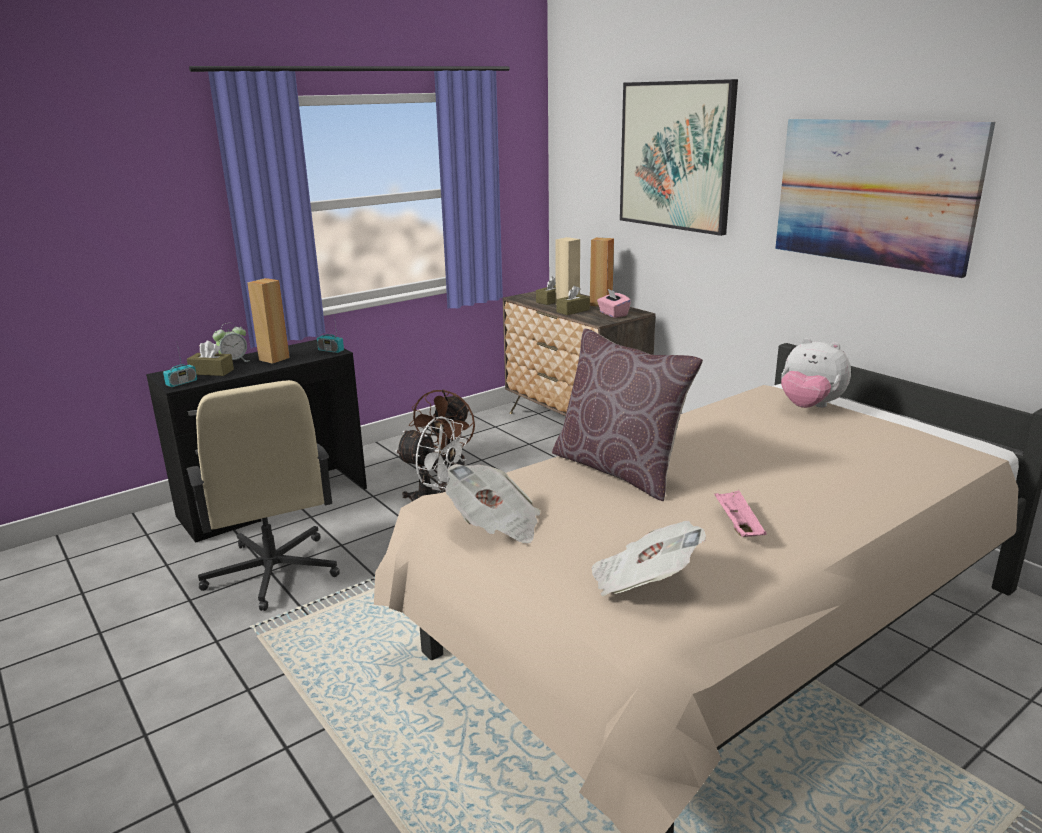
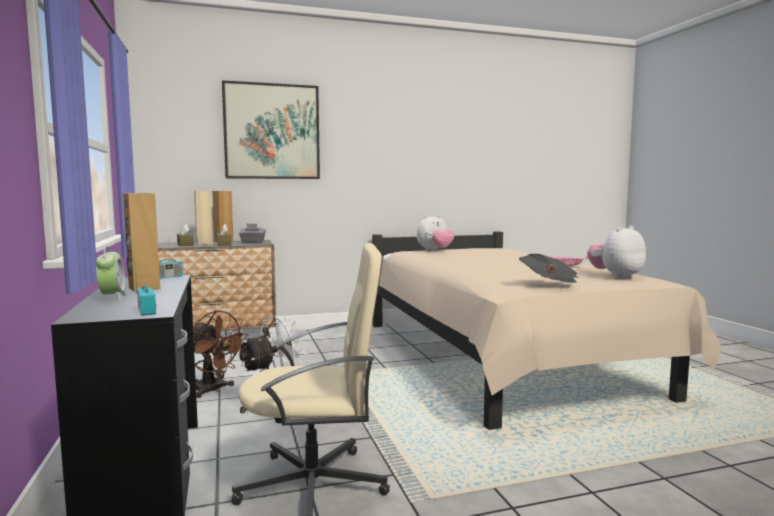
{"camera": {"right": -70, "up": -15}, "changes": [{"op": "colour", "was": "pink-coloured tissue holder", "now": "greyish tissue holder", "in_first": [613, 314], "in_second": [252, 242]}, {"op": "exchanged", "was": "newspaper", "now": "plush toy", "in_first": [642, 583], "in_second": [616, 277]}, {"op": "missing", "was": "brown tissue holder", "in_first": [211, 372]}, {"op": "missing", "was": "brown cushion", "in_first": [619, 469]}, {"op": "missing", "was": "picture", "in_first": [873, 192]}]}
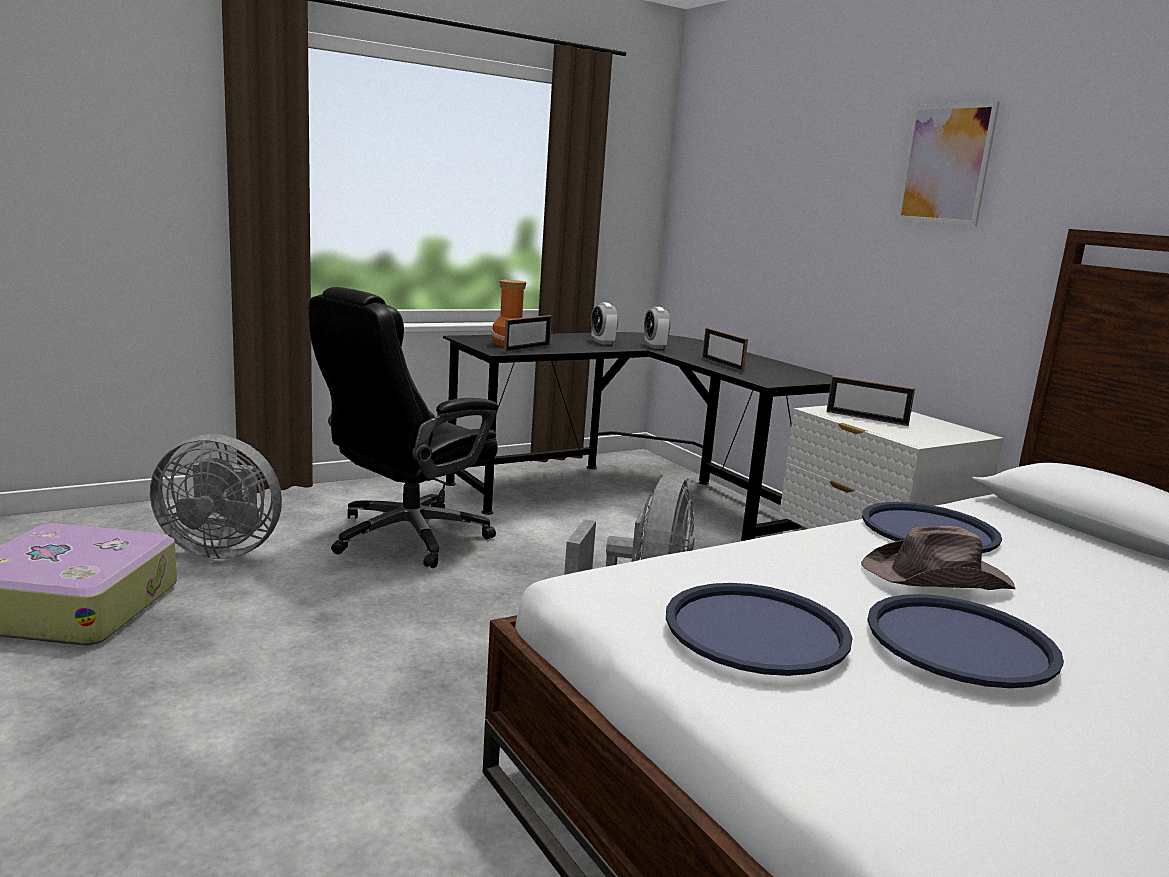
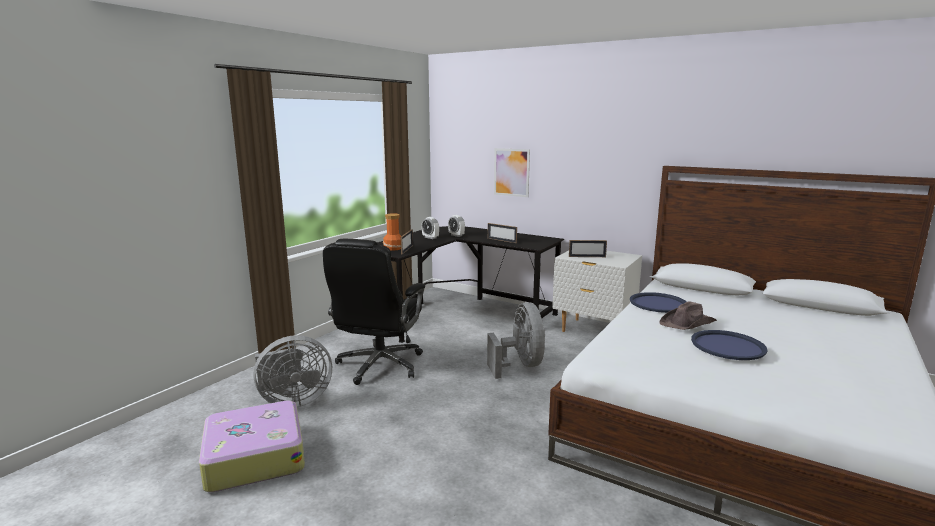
{"camera": {"right": -25, "up": 0}, "changes": [{"op": "relocated", "was": "picture", "in_first": [945, 164], "in_second": [511, 172]}, {"op": "missing", "was": "blue-coloured serving tray", "in_first": [756, 630]}]}
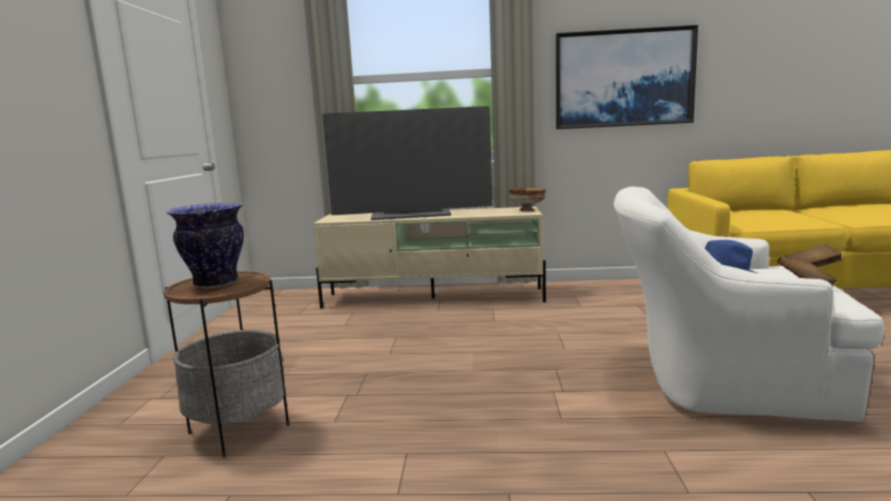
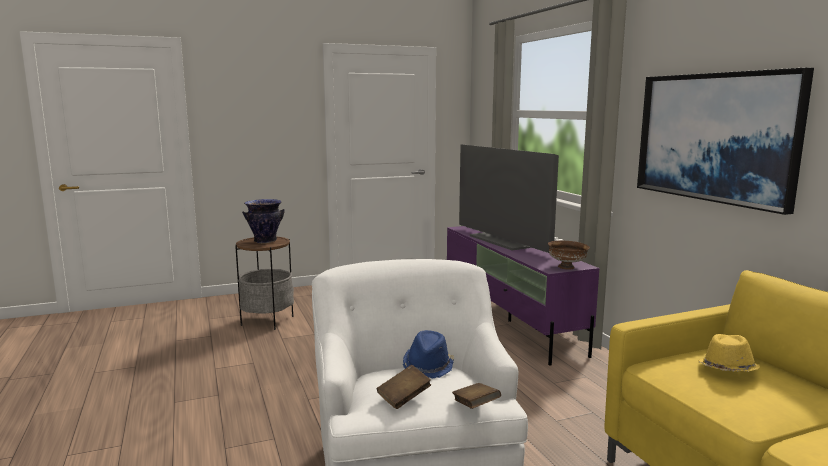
{"camera": {"right": 65, "up": 0}, "changes": [{"op": "colour", "was": "beige-coloured tv stand", "now": "purple tv stand", "in_first": [434, 298], "in_second": [509, 321]}, {"op": "appeared", "now": "yellowish hat", "in_second": [727, 370]}]}
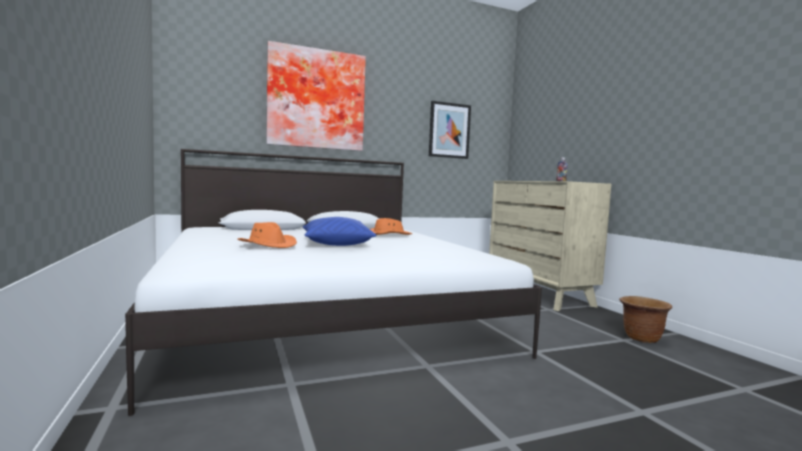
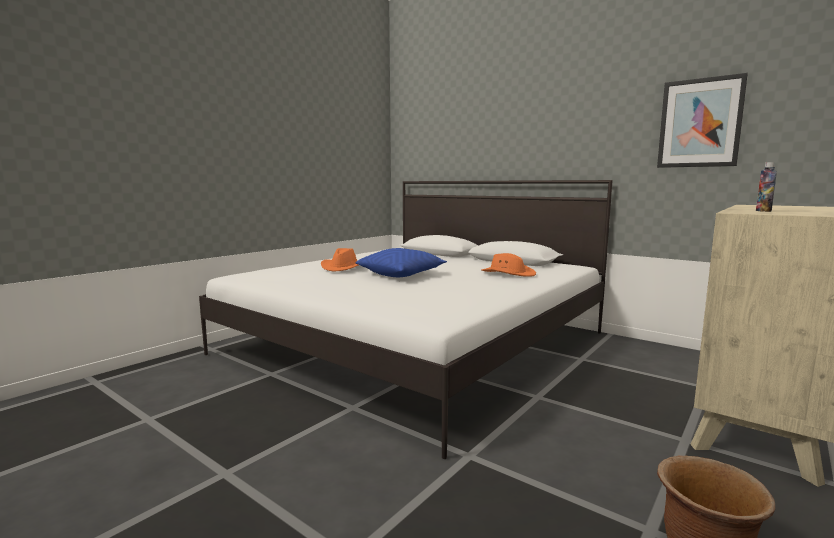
{"camera": {"right": 60, "up": 5}, "changes": [{"op": "missing", "was": "picture", "in_first": [316, 99]}]}
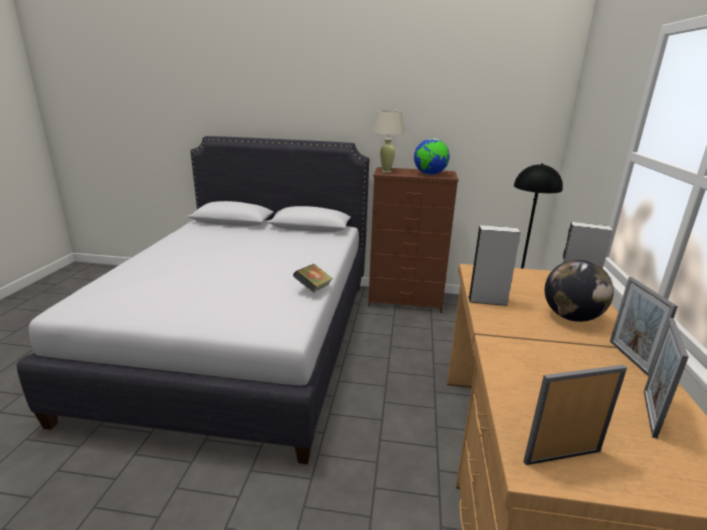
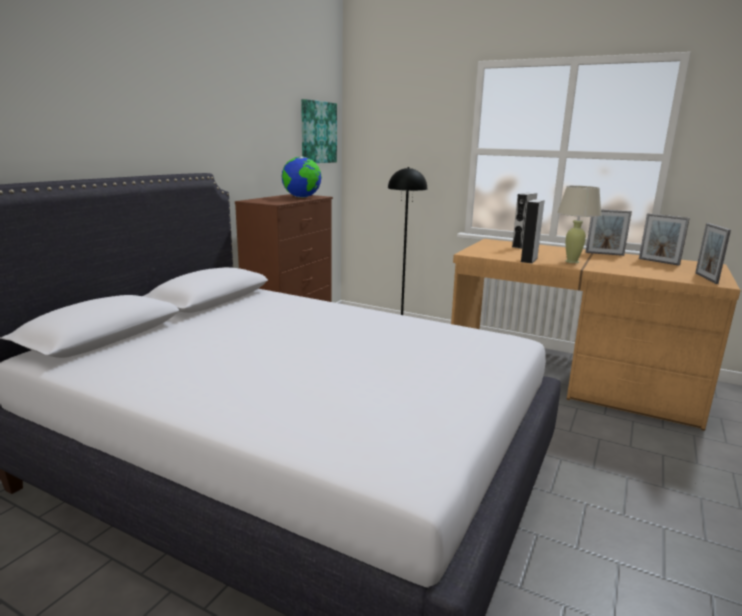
{"camera": {"right": -70, "up": -5}, "changes": [{"op": "appeared", "now": "picture", "in_second": [318, 132]}, {"op": "relocated", "was": "beige-coloured tabletop lamp", "in_first": [386, 171], "in_second": [572, 261]}, {"op": "missing", "was": "volume", "in_first": [313, 289]}, {"op": "missing", "was": "world globe", "in_first": [571, 317]}]}
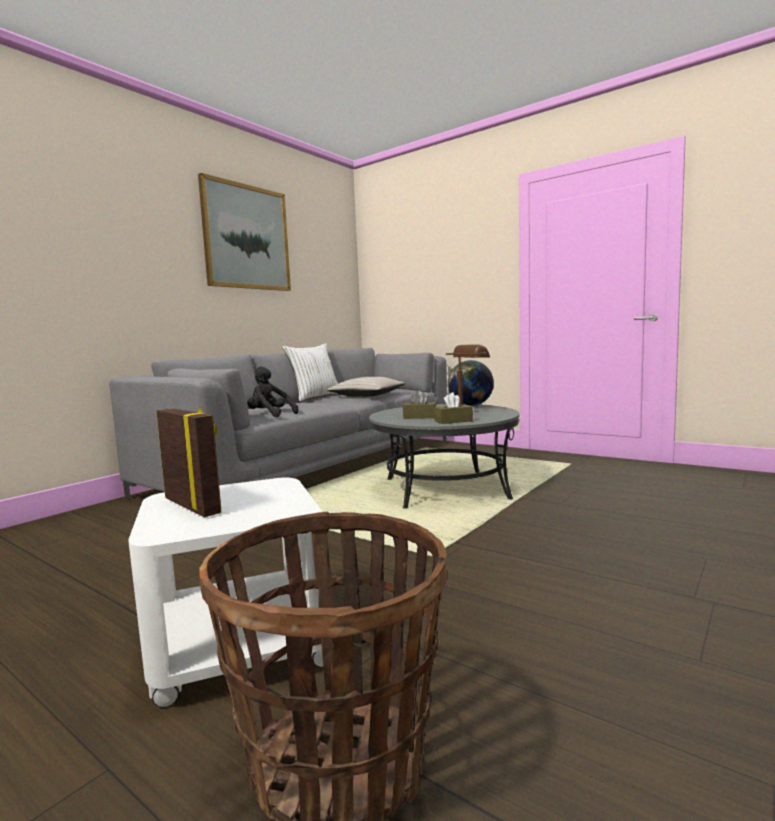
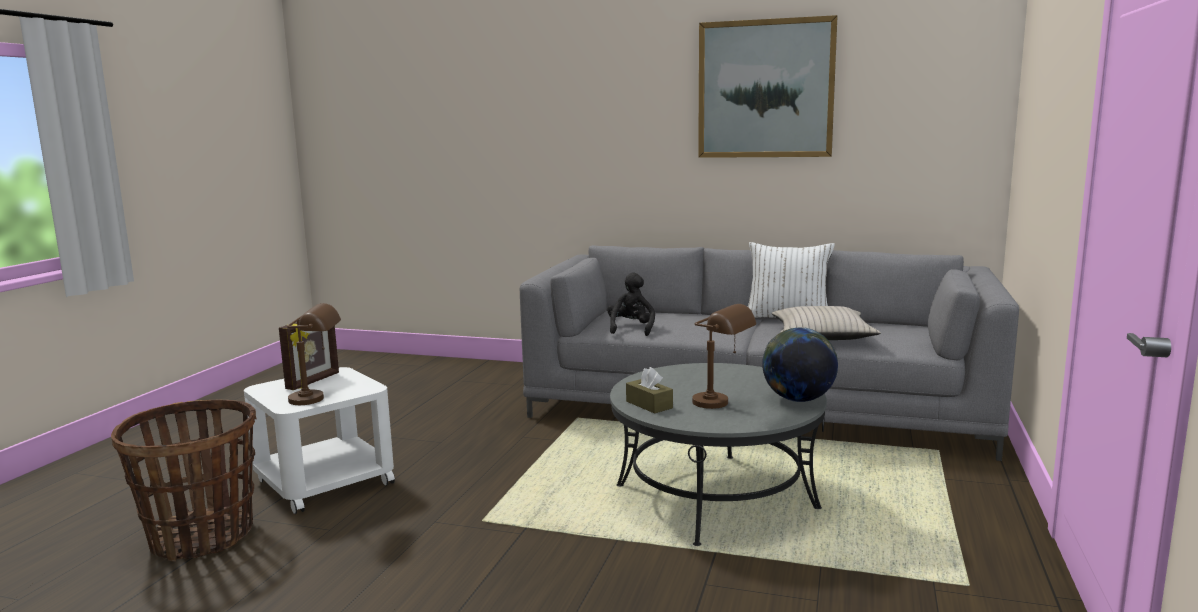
{"camera": {"right": 70, "up": 5}, "changes": [{"op": "appeared", "now": "brown tabletop lamp", "in_second": [318, 399]}, {"op": "missing", "was": "brown tissue holder", "in_first": [419, 417]}]}
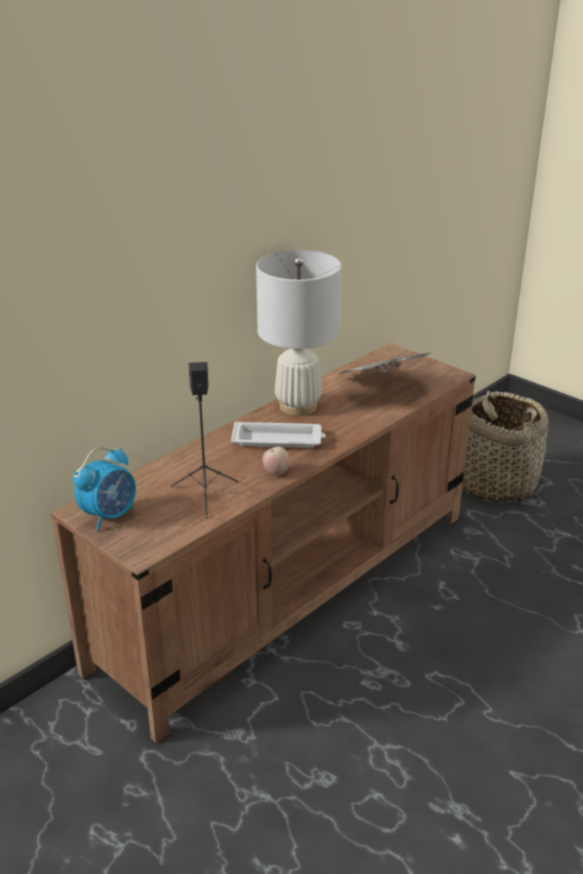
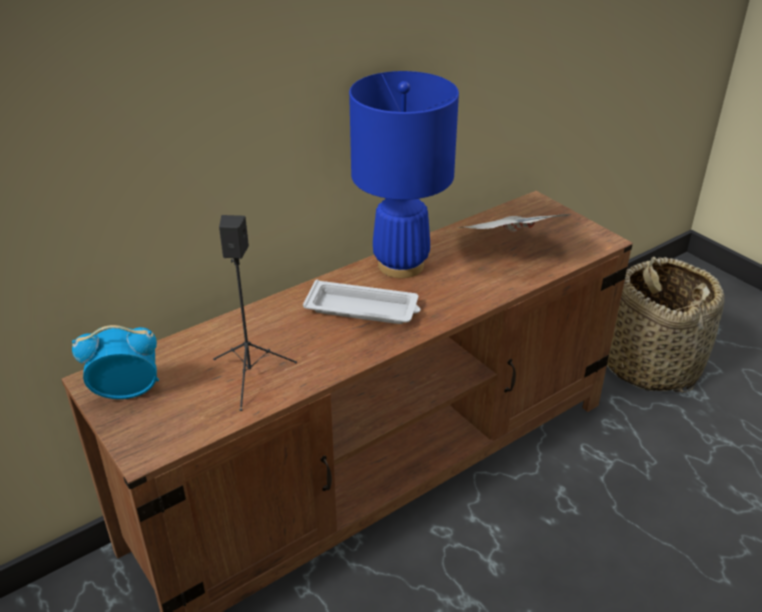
{"camera": {"right": 10, "up": 5}, "changes": [{"op": "spun", "was": "table clock", "in_first": [110, 515], "in_second": [127, 392], "clockwise": -150}, {"op": "colour", "was": "white tabletop lamp", "now": "blue-coloured tabletop lamp", "in_first": [297, 406], "in_second": [400, 265]}, {"op": "missing", "was": "apple fruit", "in_first": [276, 472]}]}
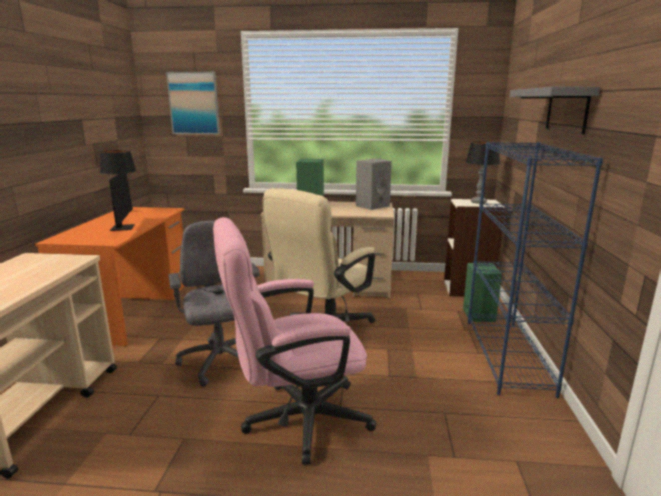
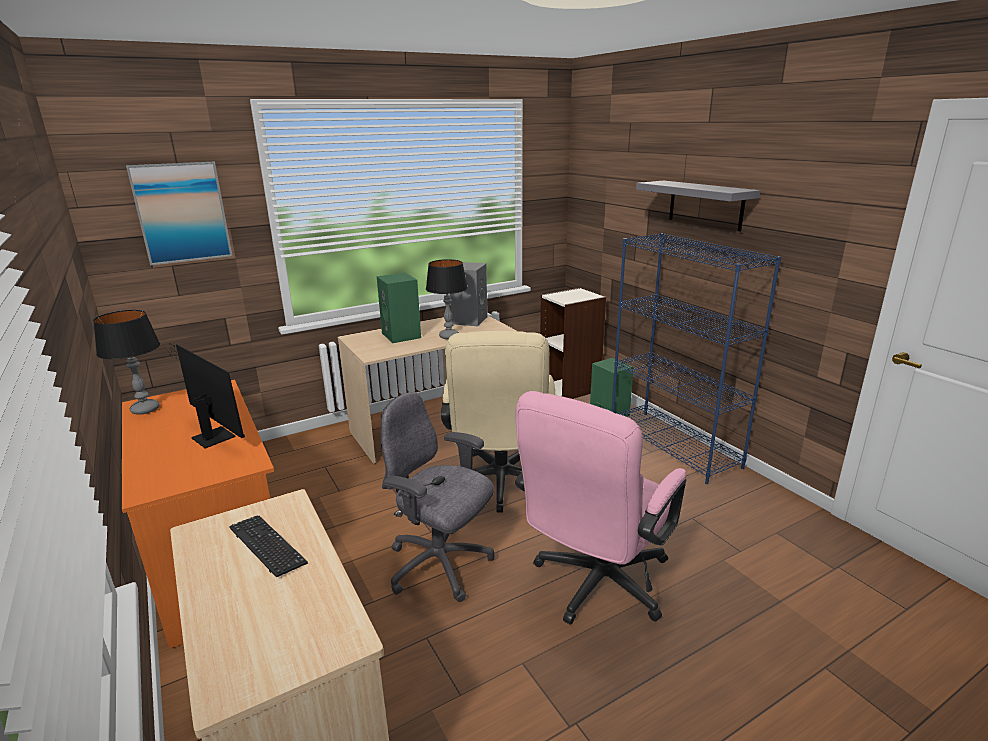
{"camera": {"right": -35, "up": 5}, "changes": [{"op": "appeared", "now": "computer keyboard", "in_second": [267, 546]}, {"op": "relocated", "was": "tabletop lamp", "in_first": [478, 202], "in_second": [449, 336]}]}
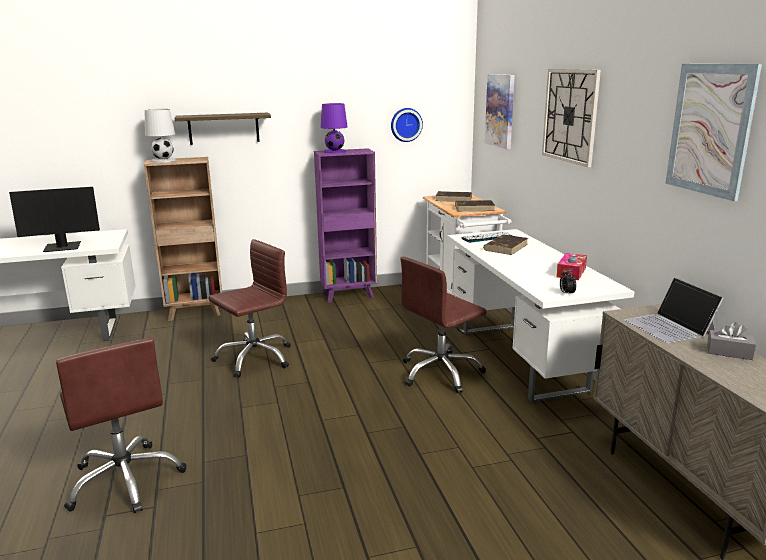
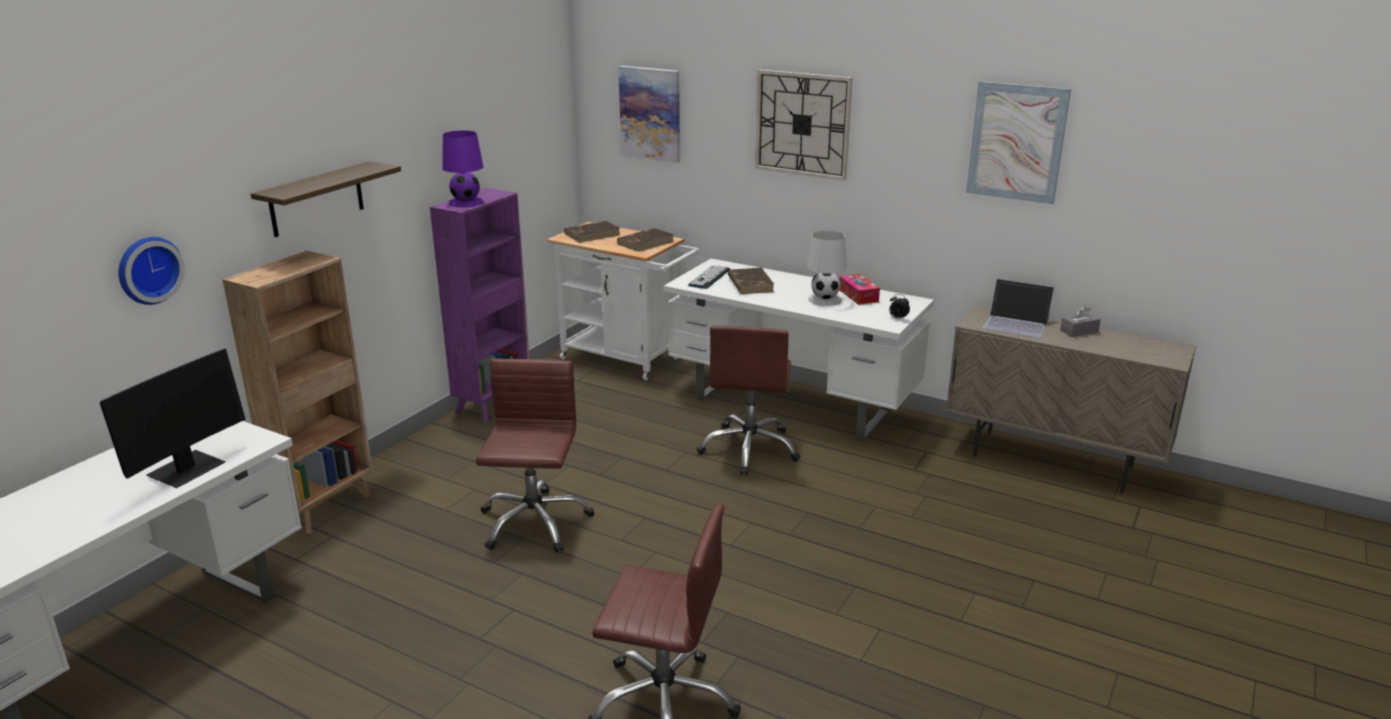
{"camera": {"right": -45, "up": 5}, "changes": [{"op": "relocated", "was": "hanging clock", "in_first": [405, 124], "in_second": [148, 269]}, {"op": "relocated", "was": "white tabletop lamp", "in_first": [163, 160], "in_second": [824, 300]}]}
